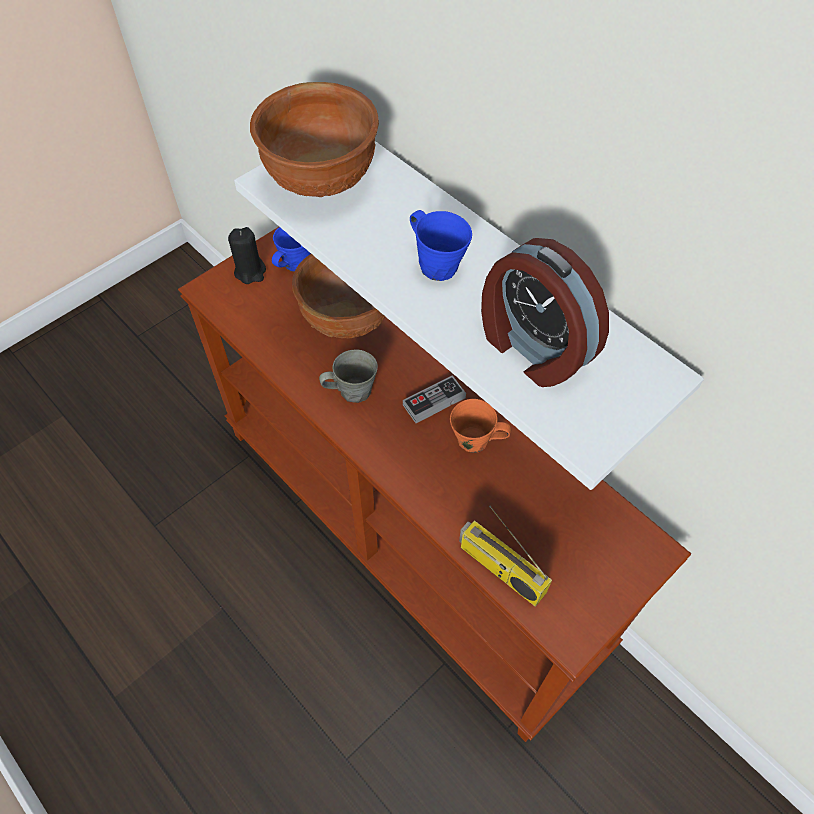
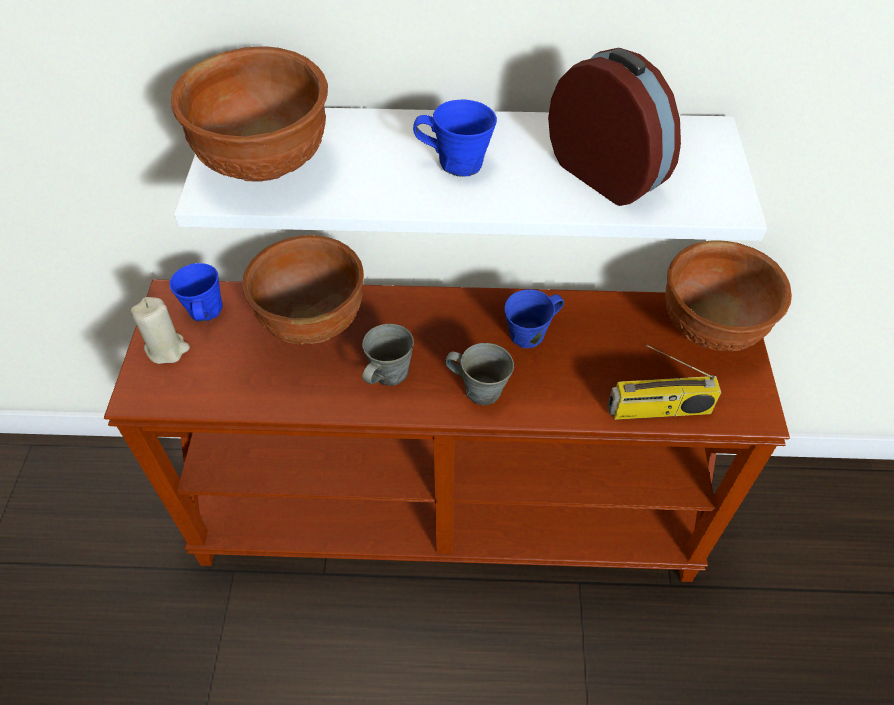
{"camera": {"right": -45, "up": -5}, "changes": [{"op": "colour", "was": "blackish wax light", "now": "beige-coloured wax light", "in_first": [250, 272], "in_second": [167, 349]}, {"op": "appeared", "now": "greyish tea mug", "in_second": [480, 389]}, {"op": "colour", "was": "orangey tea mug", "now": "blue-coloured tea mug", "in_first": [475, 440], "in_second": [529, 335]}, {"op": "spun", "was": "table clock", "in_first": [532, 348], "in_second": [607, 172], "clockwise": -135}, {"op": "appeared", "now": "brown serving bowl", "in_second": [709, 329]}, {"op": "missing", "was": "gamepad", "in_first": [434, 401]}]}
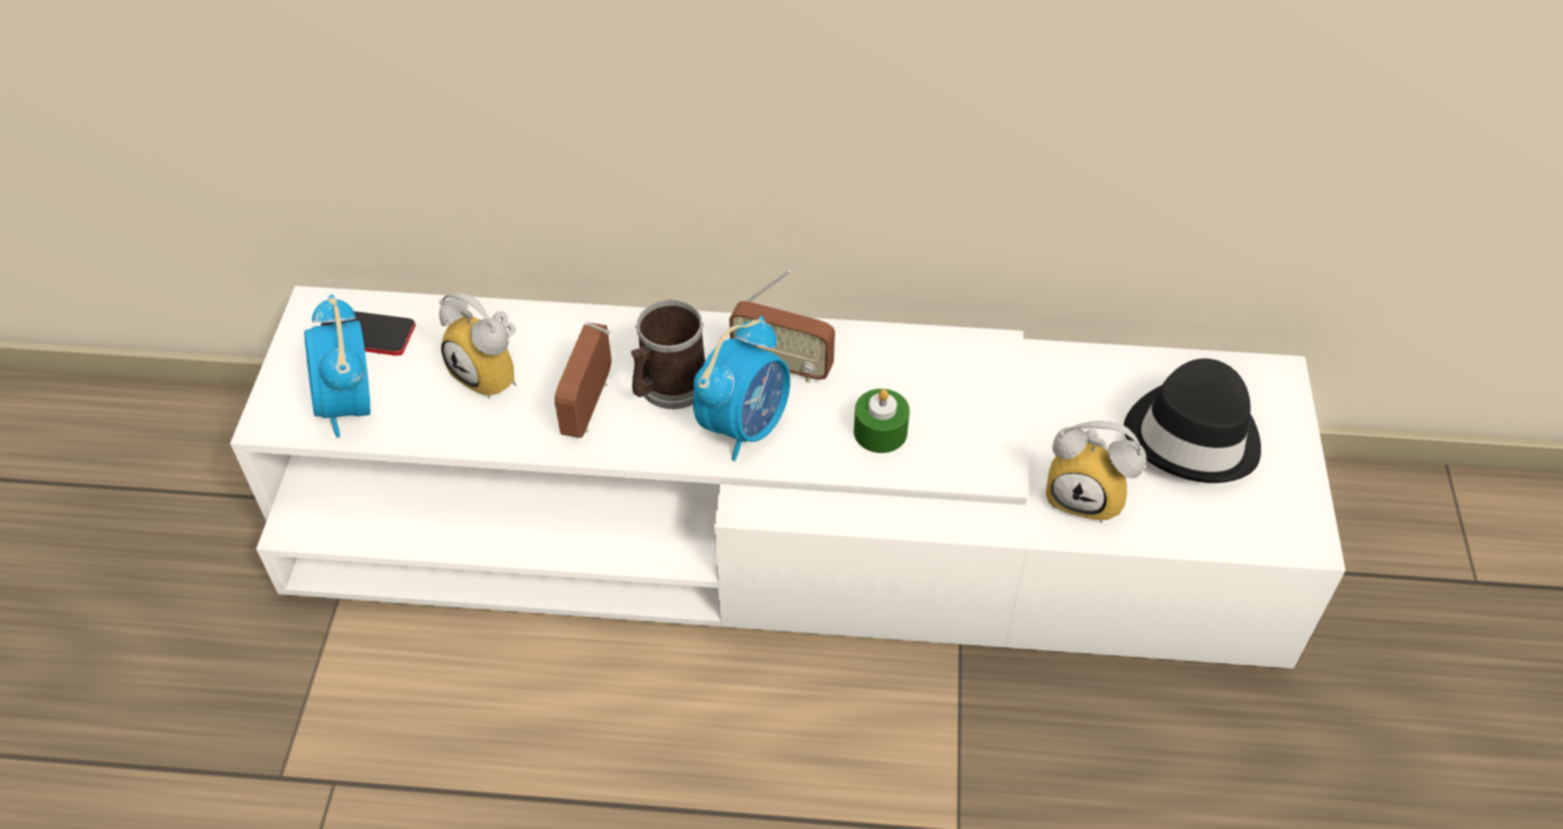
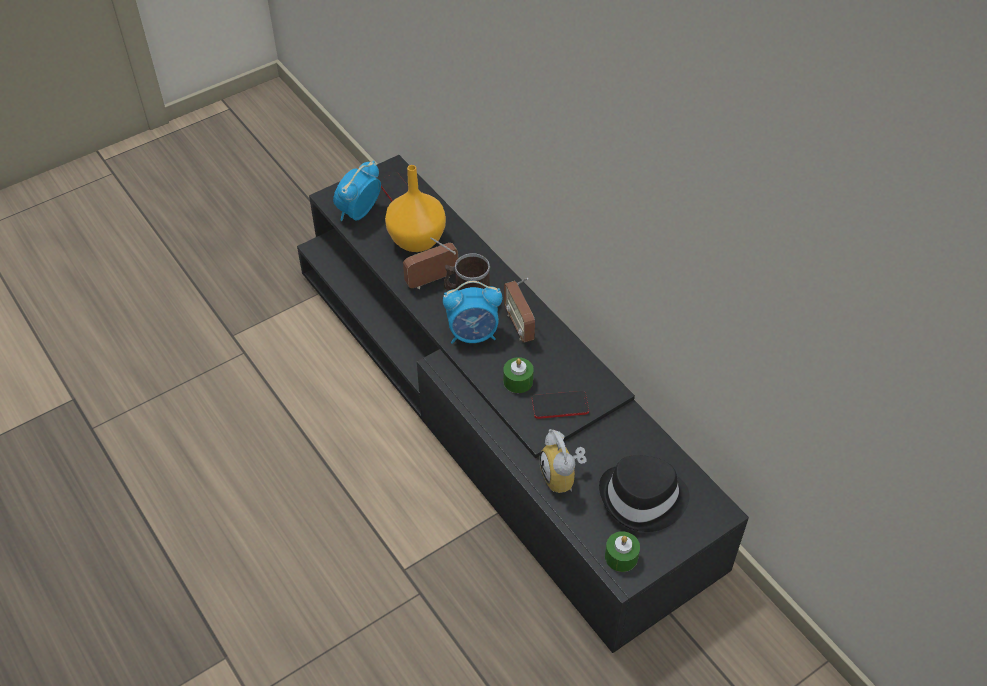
{"camera": {"right": 50, "up": 0}, "changes": [{"op": "colour", "was": "white tv stand", "now": "blackish tv stand", "in_first": [781, 531], "in_second": [493, 408]}, {"op": "exchanged", "was": "table clock", "now": "orangey decorative vase", "in_first": [494, 373], "in_second": [417, 241]}, {"op": "appeared", "now": "telephone", "in_second": [560, 405]}, {"op": "appeared", "now": "greenish wax light", "in_second": [621, 557]}]}
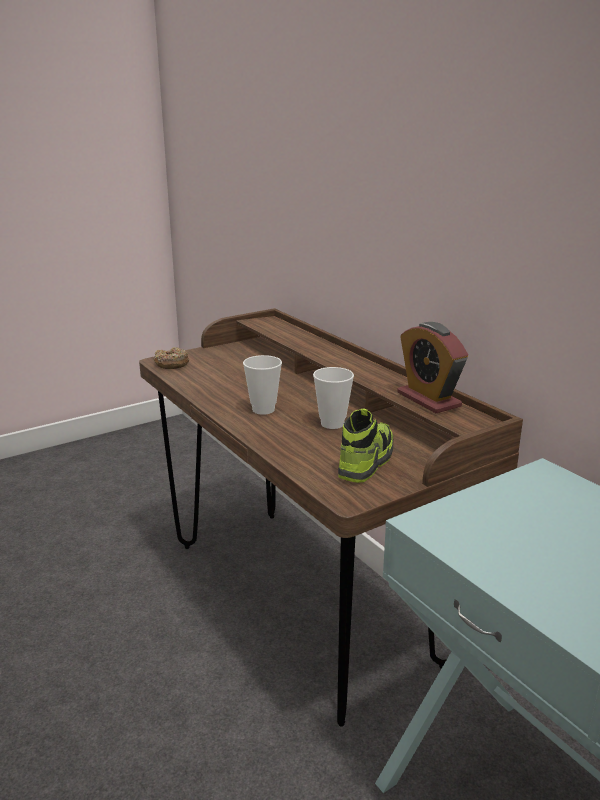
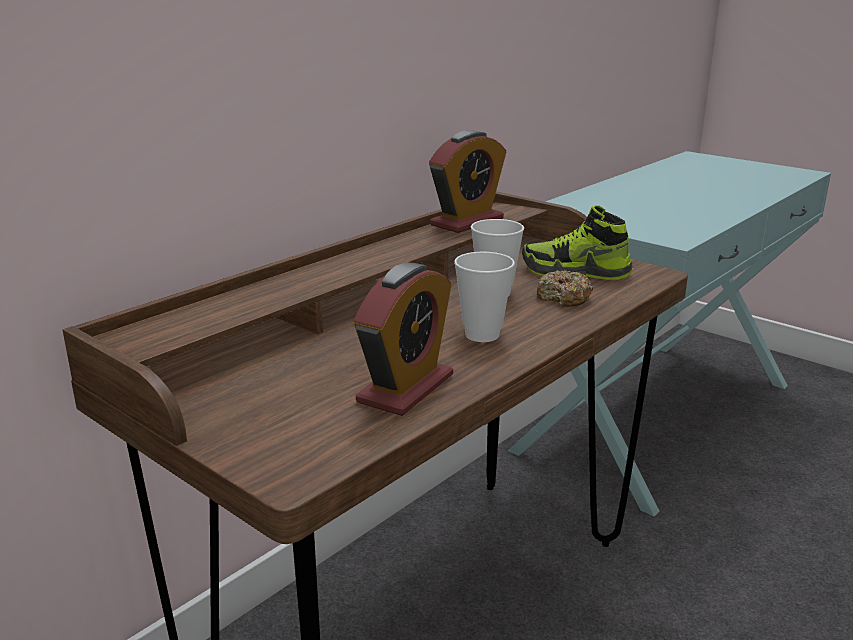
{"camera": {"right": -105, "up": 0}, "changes": [{"op": "appeared", "now": "table clock", "in_second": [405, 388]}, {"op": "relocated", "was": "donut", "in_first": [171, 364], "in_second": [564, 297]}]}
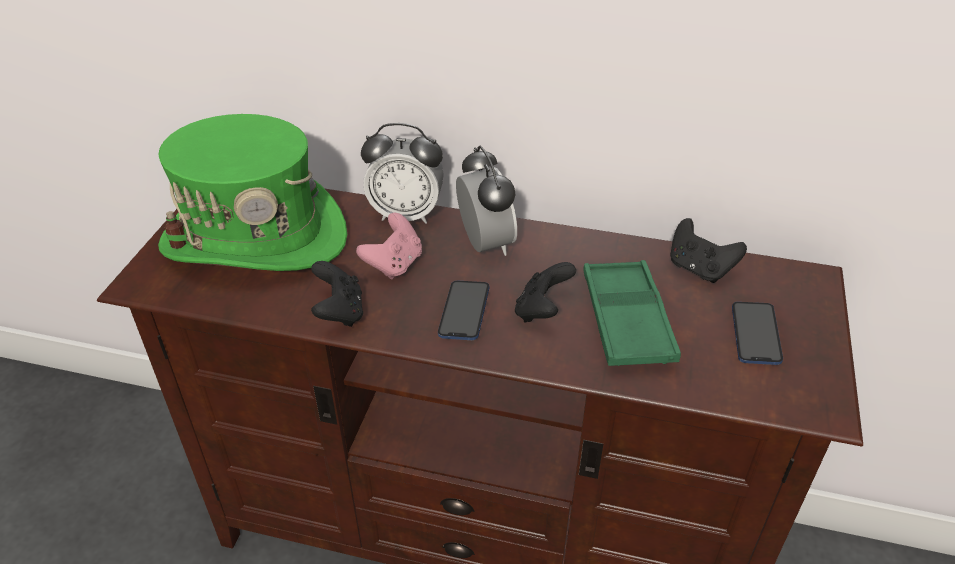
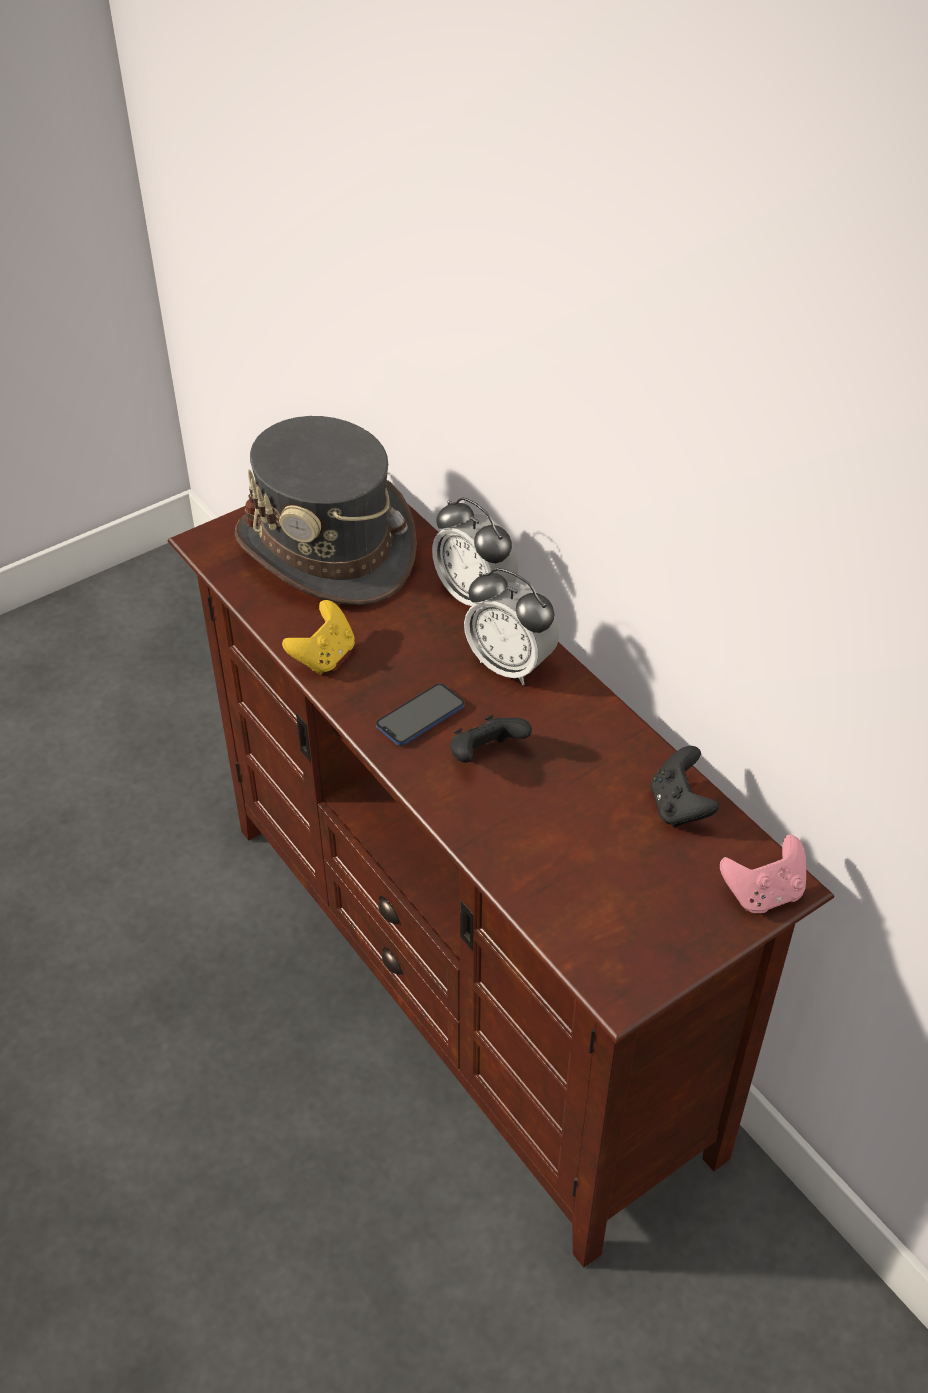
{"camera": {"right": 40, "up": 5}, "changes": [{"op": "colour", "was": "greenish hat", "now": "greyish hat", "in_first": [255, 238], "in_second": [327, 548]}, {"op": "colour", "was": "blackish gamepad", "now": "yellowish gamepad", "in_first": [339, 312], "in_second": [324, 657]}, {"op": "spun", "was": "table clock", "in_first": [485, 244], "in_second": [510, 665], "clockwise": 105}, {"op": "relocated", "was": "pink-coloured gamepad", "in_first": [394, 264], "in_second": [763, 893]}, {"op": "missing", "was": "greenish serving tray", "in_first": [626, 320]}, {"op": "missing", "was": "telephone", "in_first": [755, 334]}]}
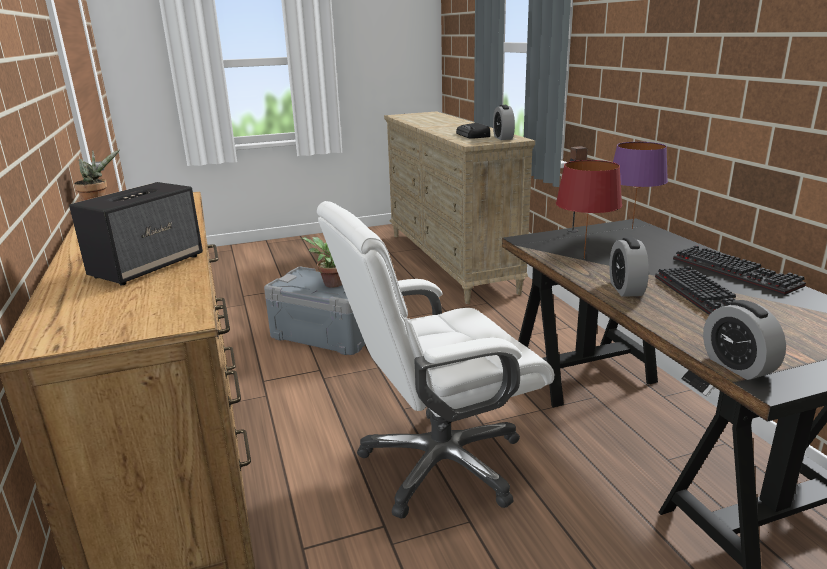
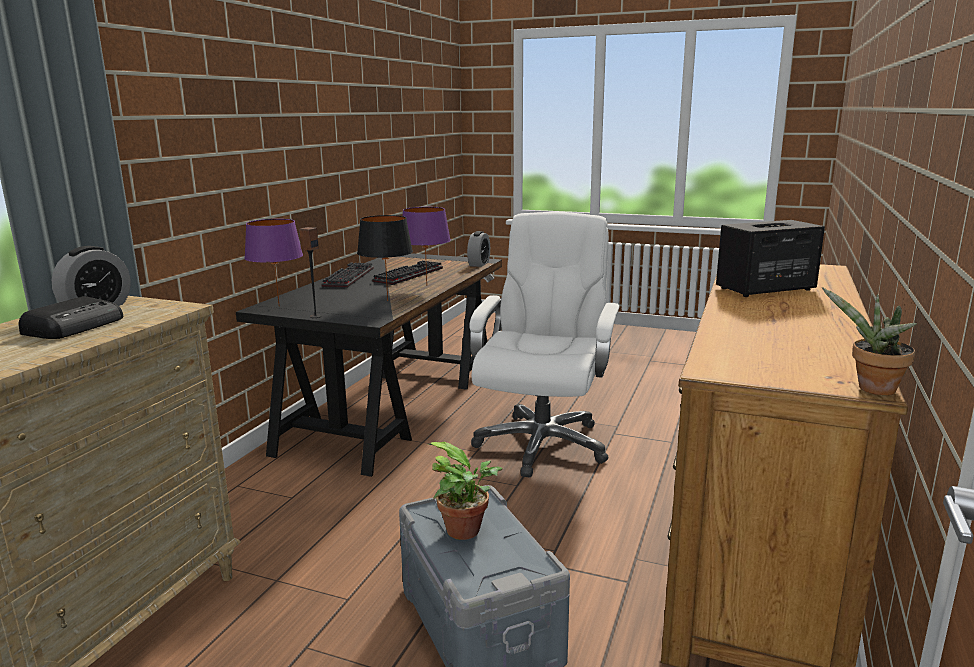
{"camera": {"right": -140, "up": -5}, "changes": [{"op": "colour", "was": "reddish tabletop lamp", "now": "blackish tabletop lamp", "in_first": [583, 258], "in_second": [387, 300]}, {"op": "exchanged", "was": "table clock", "now": "purple tabletop lamp", "in_first": [625, 289], "in_second": [426, 285]}, {"op": "spun", "was": "white office chair", "in_first": [440, 464], "in_second": [542, 443], "clockwise": -90}]}
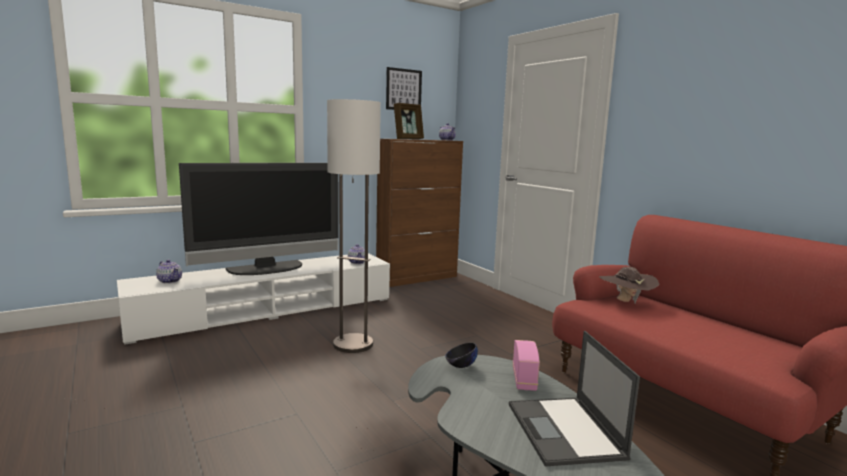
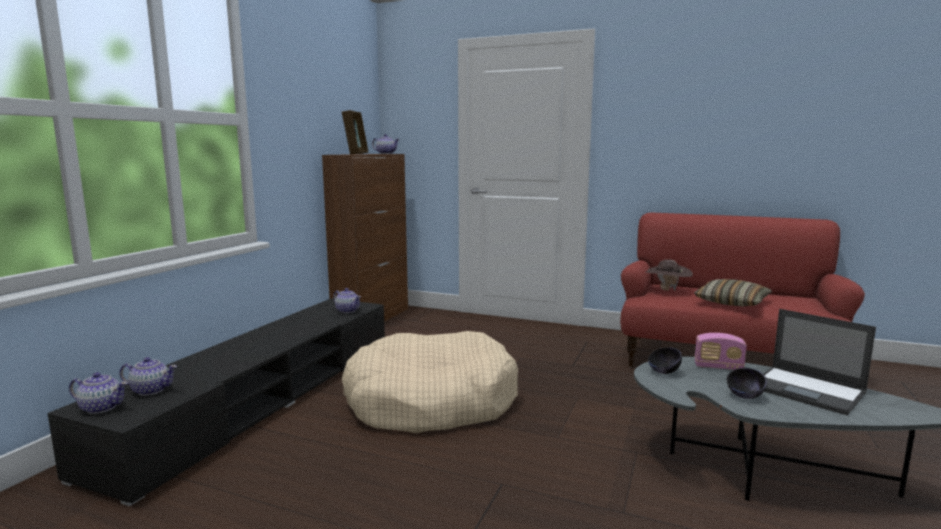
{"camera": {"right": -35, "up": 0}, "changes": [{"op": "colour", "was": "white tv stand", "now": "blackish tv stand", "in_first": [267, 311], "in_second": [263, 399]}, {"op": "appeared", "now": "pot for tea", "in_second": [101, 407]}, {"op": "exchanged", "was": "standard lamp", "now": "beige-coloured dog bed", "in_first": [353, 344], "in_second": [431, 401]}, {"op": "appeared", "now": "cushion", "in_second": [731, 302]}, {"op": "spun", "was": "radio set", "in_first": [524, 380], "in_second": [718, 367], "clockwise": 135}, {"op": "appeared", "now": "blackish serving bowl", "in_second": [744, 396]}, {"op": "missing", "was": "TV", "in_first": [267, 269]}, {"op": "missing", "was": "picture", "in_first": [403, 89]}]}
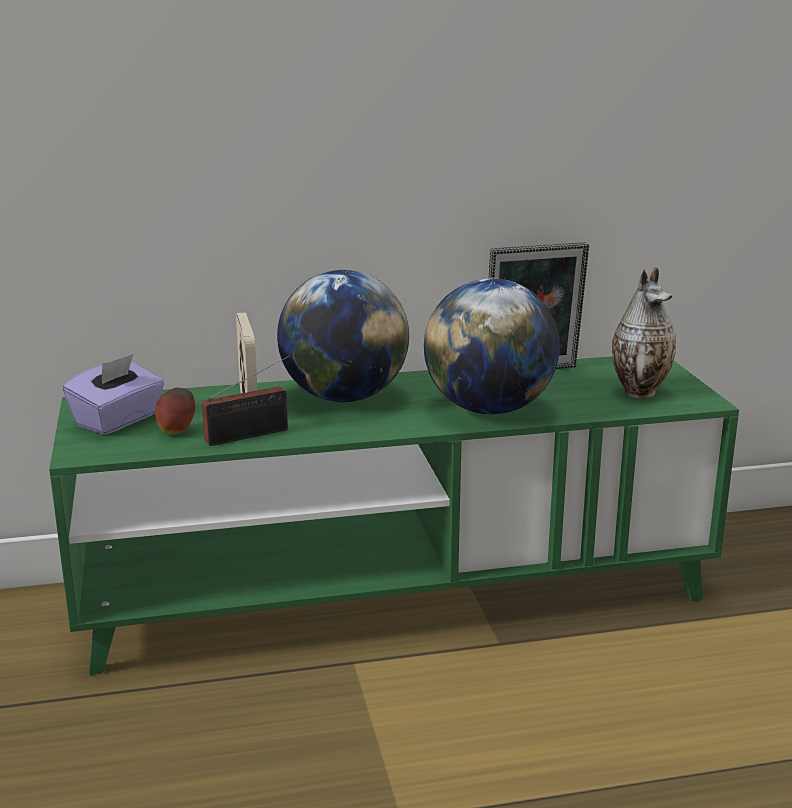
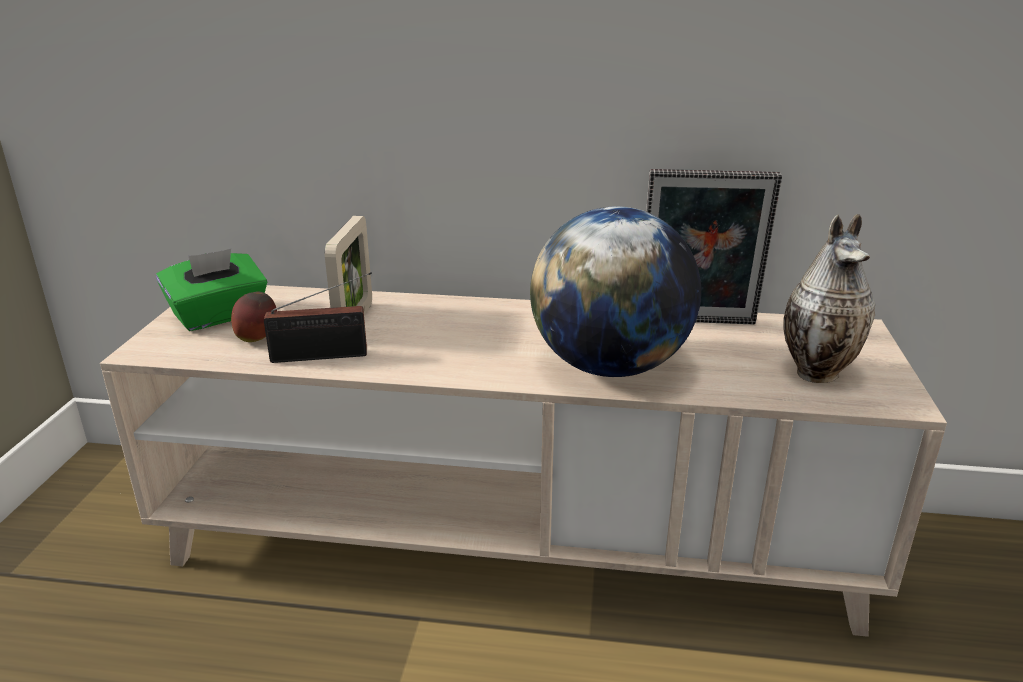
{"camera": {"right": 20, "up": 5}, "changes": [{"op": "colour", "was": "greenish tv stand", "now": "beige-coloured tv stand", "in_first": [396, 595], "in_second": [511, 541]}, {"op": "colour", "was": "purple tissue holder", "now": "greenish tissue holder", "in_first": [118, 420], "in_second": [219, 316]}, {"op": "missing", "was": "world globe", "in_first": [344, 397]}]}
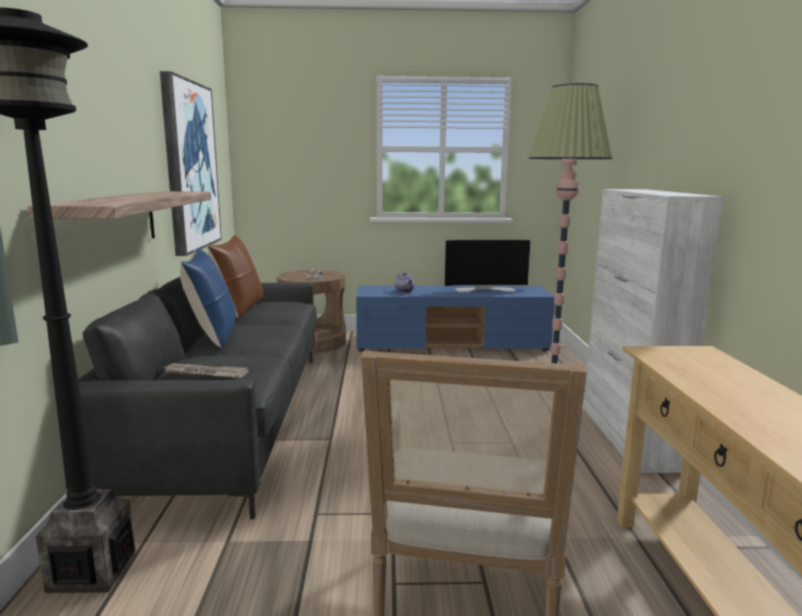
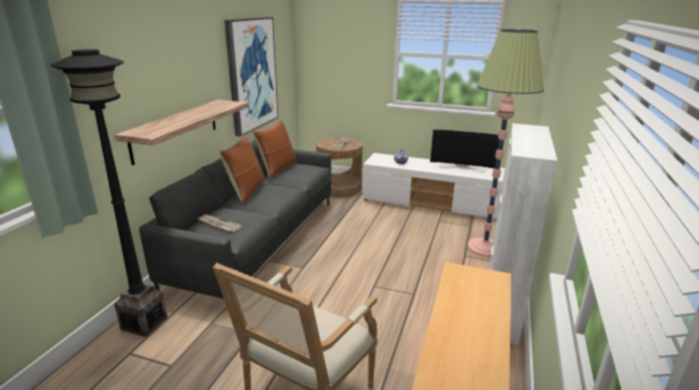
{"camera": {"right": 20, "up": 10}, "changes": [{"op": "colour", "was": "blue-coloured cushion", "now": "brown cushion", "in_first": [213, 335], "in_second": [246, 191]}, {"op": "colour", "was": "blue-coloured tv stand", "now": "white tv stand", "in_first": [452, 344], "in_second": [433, 203]}]}
